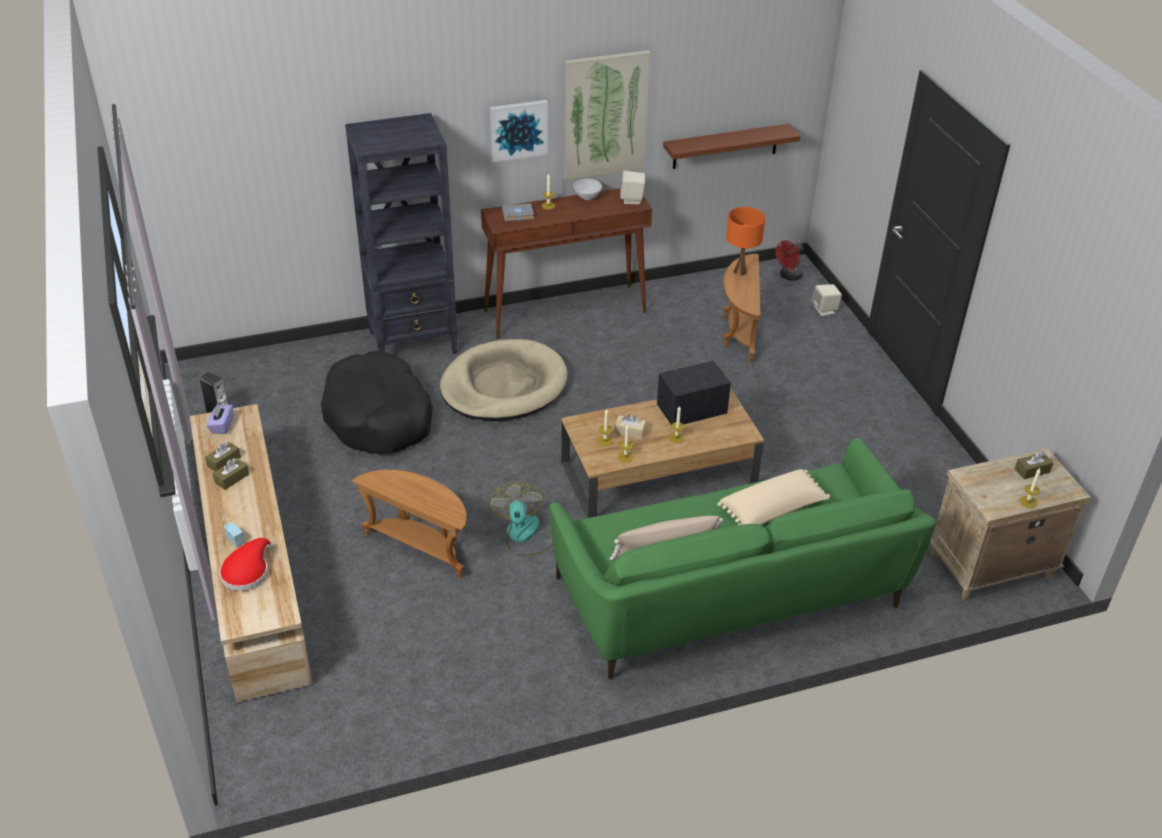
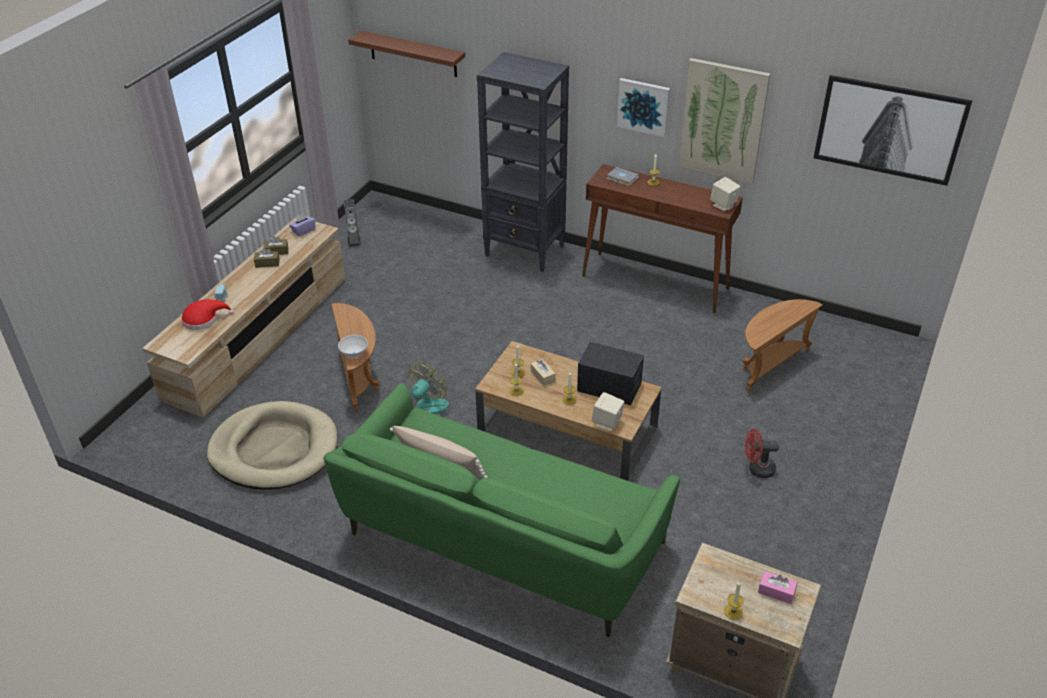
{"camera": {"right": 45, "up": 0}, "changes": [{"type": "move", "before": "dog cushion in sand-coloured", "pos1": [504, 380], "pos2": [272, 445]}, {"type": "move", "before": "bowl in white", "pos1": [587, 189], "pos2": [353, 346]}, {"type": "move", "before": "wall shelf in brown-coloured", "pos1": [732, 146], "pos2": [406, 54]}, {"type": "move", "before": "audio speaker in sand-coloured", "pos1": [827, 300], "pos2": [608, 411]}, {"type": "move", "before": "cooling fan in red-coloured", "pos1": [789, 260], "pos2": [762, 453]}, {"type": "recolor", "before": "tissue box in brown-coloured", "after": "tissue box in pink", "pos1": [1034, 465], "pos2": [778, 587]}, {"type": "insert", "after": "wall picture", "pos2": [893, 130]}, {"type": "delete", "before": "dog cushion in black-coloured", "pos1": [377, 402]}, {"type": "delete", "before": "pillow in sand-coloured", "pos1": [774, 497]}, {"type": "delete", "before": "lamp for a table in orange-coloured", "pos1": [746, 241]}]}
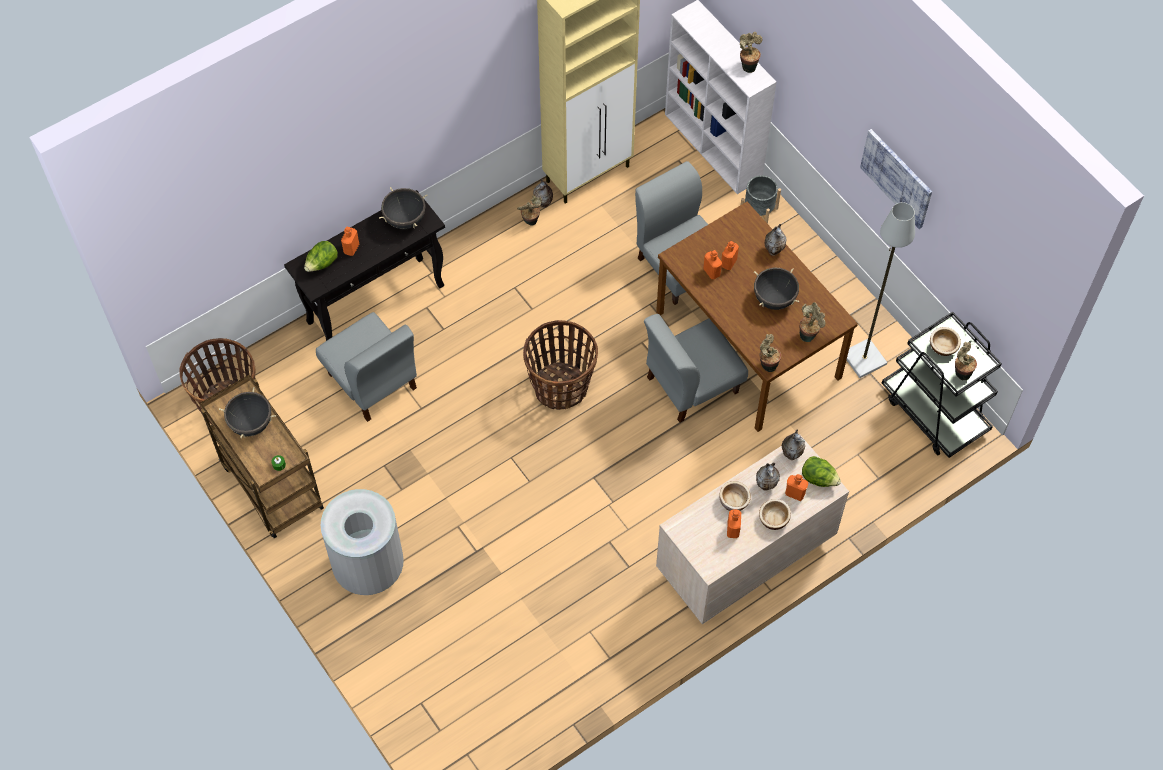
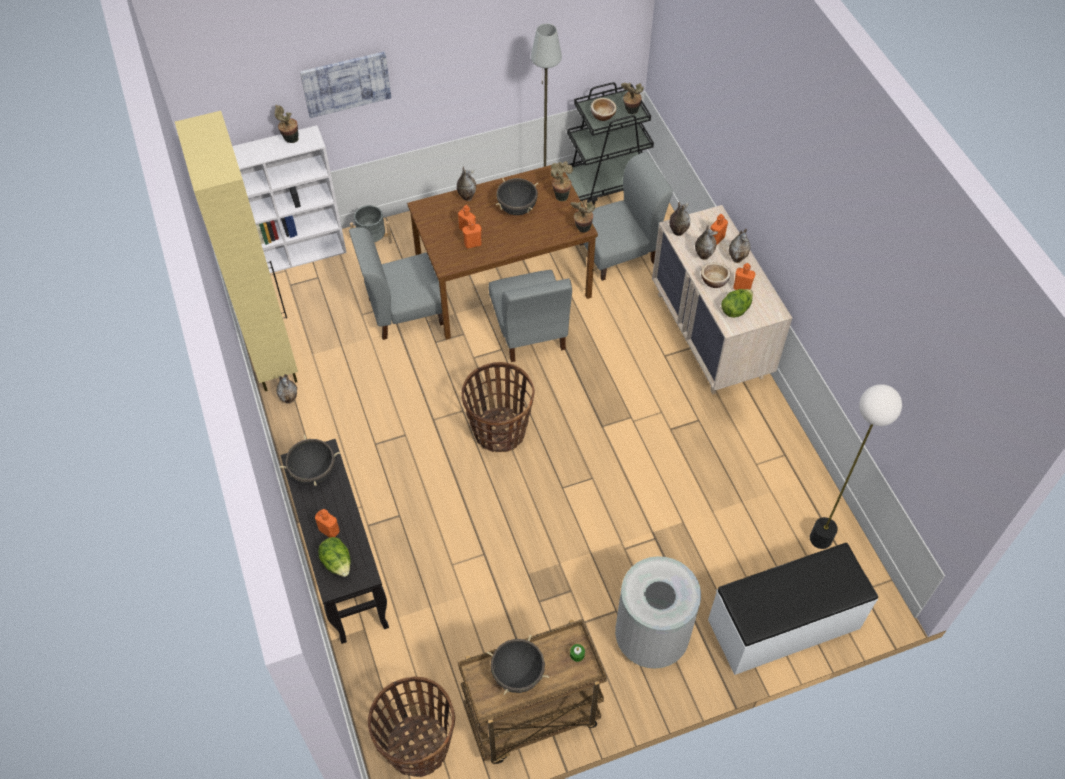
{"camera": {"right": -75, "up": -5}, "changes": [{"type": "move", "before": "wall picture", "pos1": [896, 179], "pos2": [345, 84]}, {"type": "move", "before": "chair in grey", "pos1": [366, 367], "pos2": [626, 216]}, {"type": "insert", "after": "long seat in white", "pos2": [793, 609]}, {"type": "move", "before": "lettuce", "pos1": [821, 471], "pos2": [737, 303]}, {"type": "replace", "before": "bowl", "after": "vase", "pos1": [775, 514], "pos2": [740, 246]}, {"type": "insert", "after": "standing lamp", "pos2": [856, 466]}, {"type": "delete", "before": "plant in a pot", "pos1": [529, 210]}]}
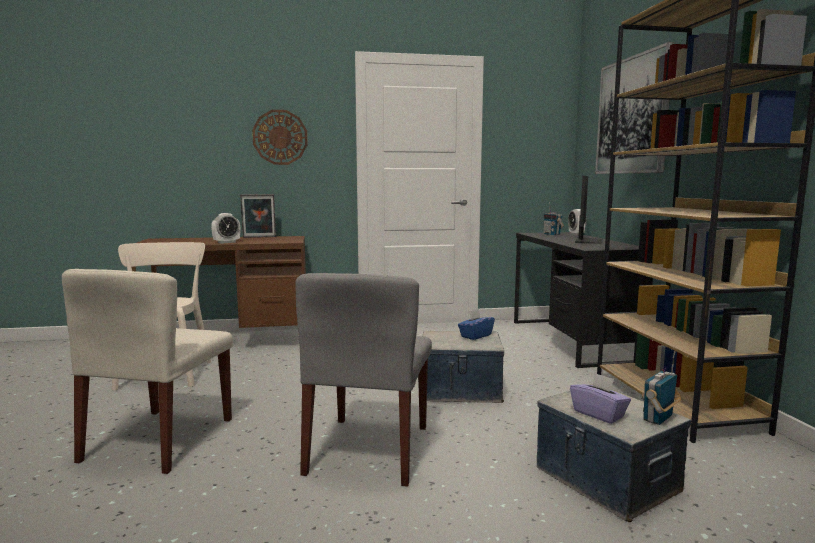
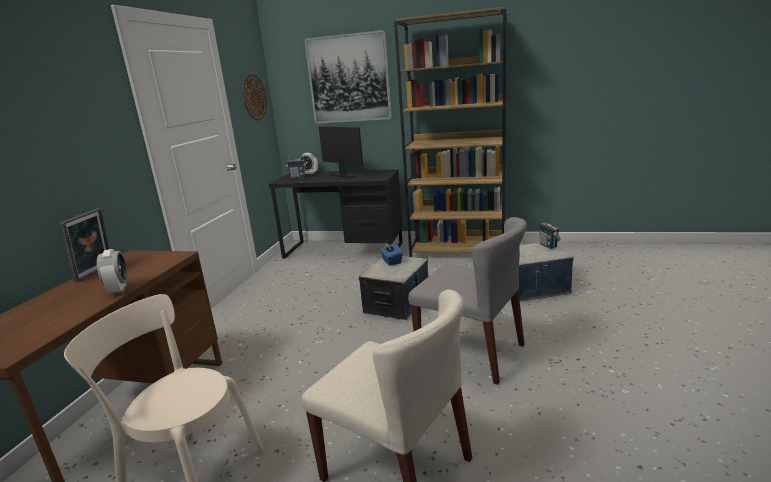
{"camera": {"right": -65, "up": 10}, "changes": [{"type": "move", "before": "hanging clock", "pos1": [280, 137], "pos2": [255, 97]}, {"type": "delete", "before": "tissue box in purplish", "pos1": [600, 398]}]}
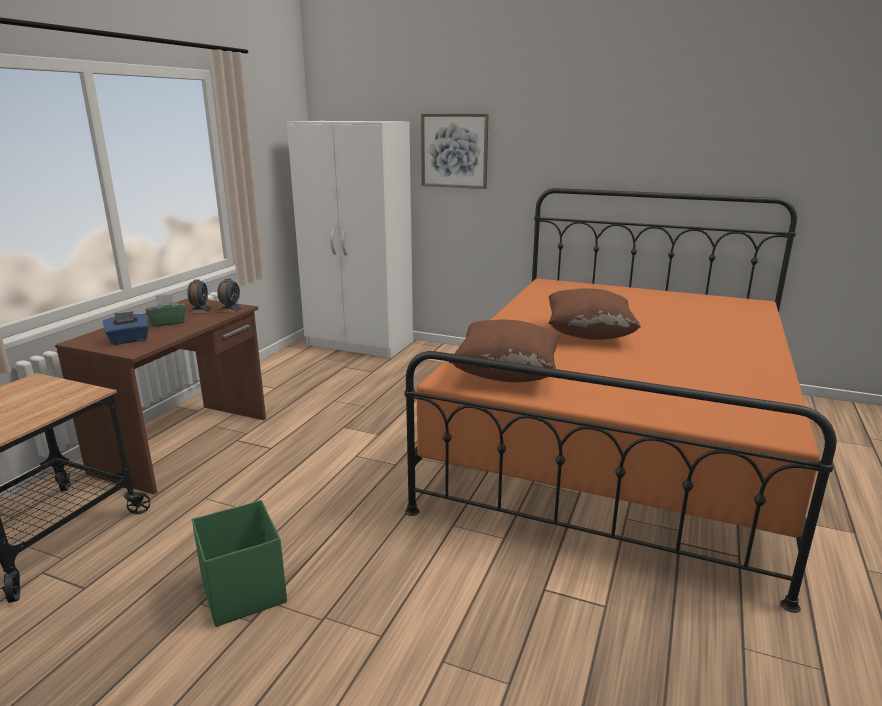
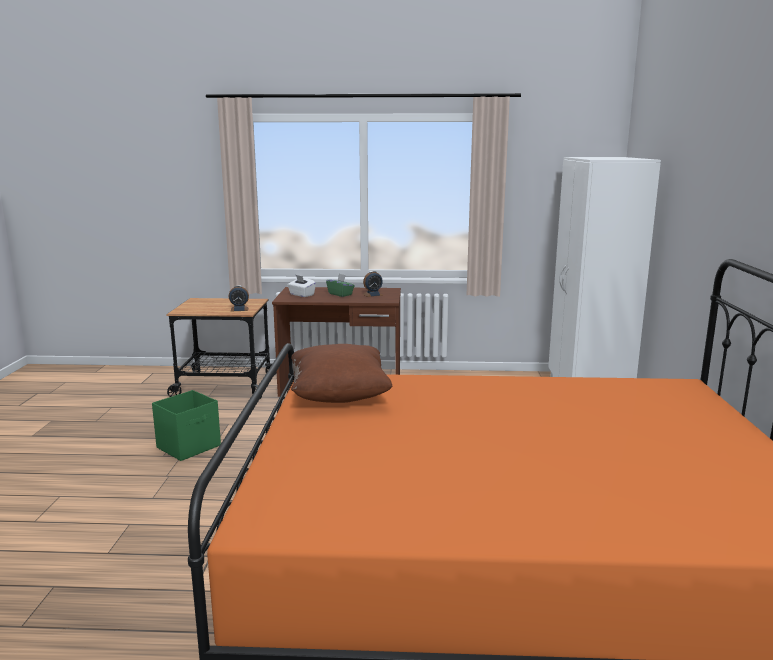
{"camera": {"right": 70, "up": -5}, "changes": [{"type": "move", "before": "bedside clock", "pos1": [230, 296], "pos2": [239, 298]}, {"type": "recolor", "before": "tissue box in blue-coloured", "after": "tissue box in white", "pos1": [126, 328], "pos2": [301, 286]}, {"type": "delete", "before": "wall picture", "pos1": [455, 151]}, {"type": "delete", "before": "pillow in brown-coloured", "pos1": [594, 314]}]}
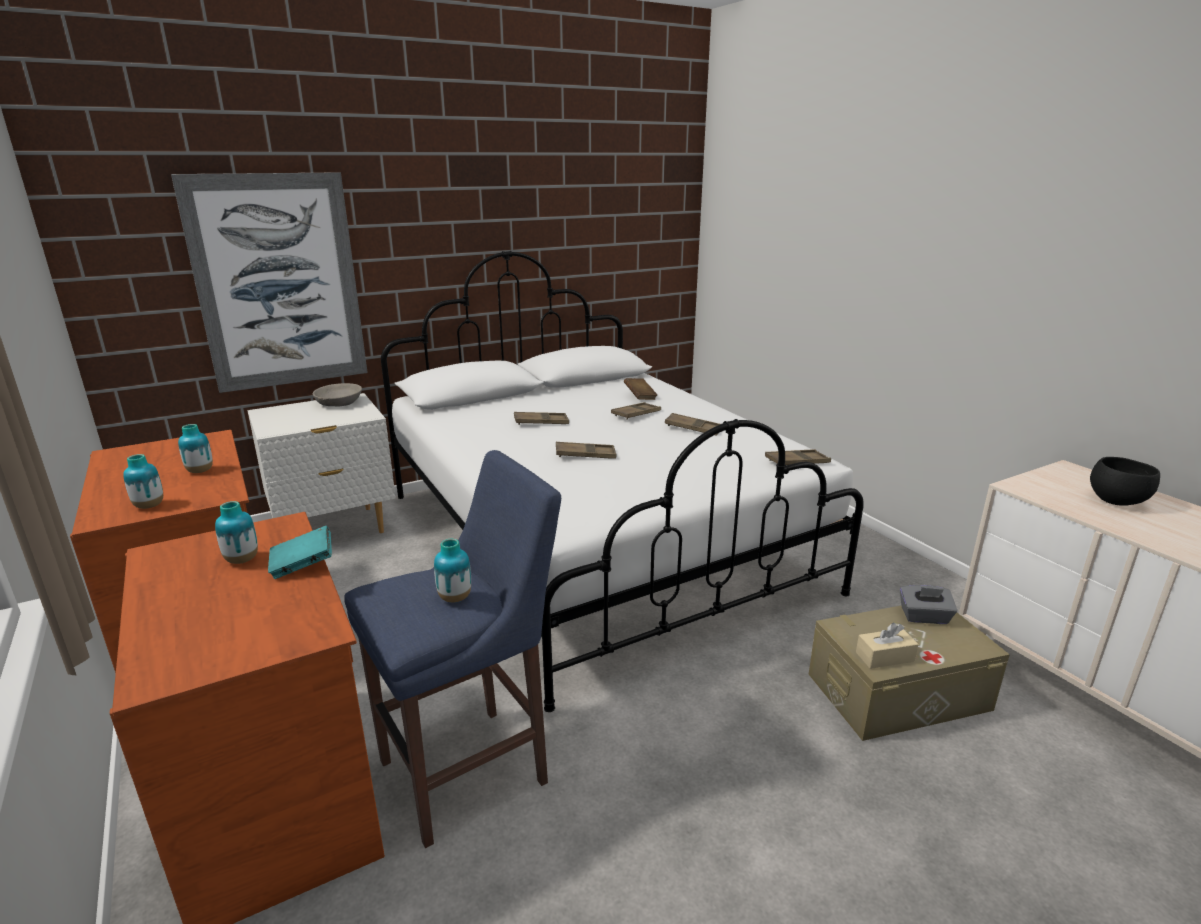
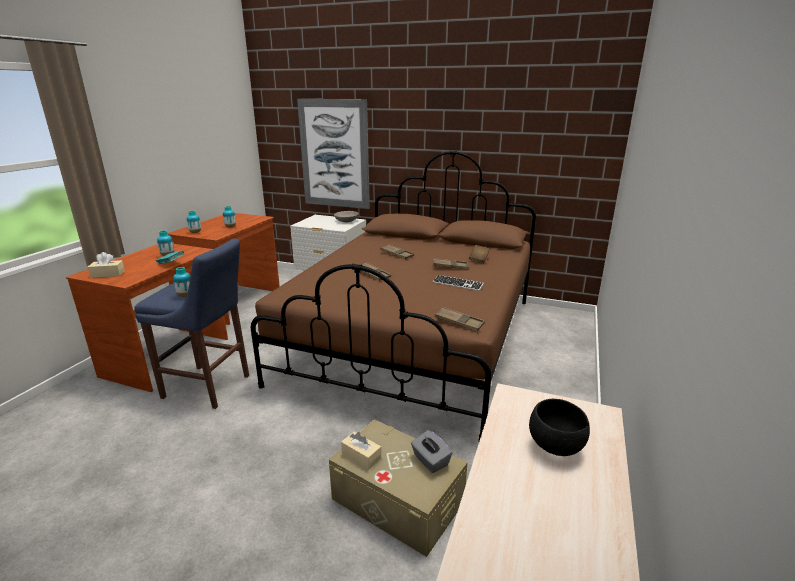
{"camera": {"right": 50, "up": 0}, "changes": [{"type": "insert", "after": "tissue box in sand-coloured", "pos2": [106, 265]}, {"type": "recolor", "before": "bed in white", "after": "bed in brown-coloured", "pos1": [622, 481], "pos2": [393, 296]}, {"type": "replace", "before": "carrying tray in brown-coloured", "after": "keyboard", "pos1": [692, 424], "pos2": [458, 283]}]}
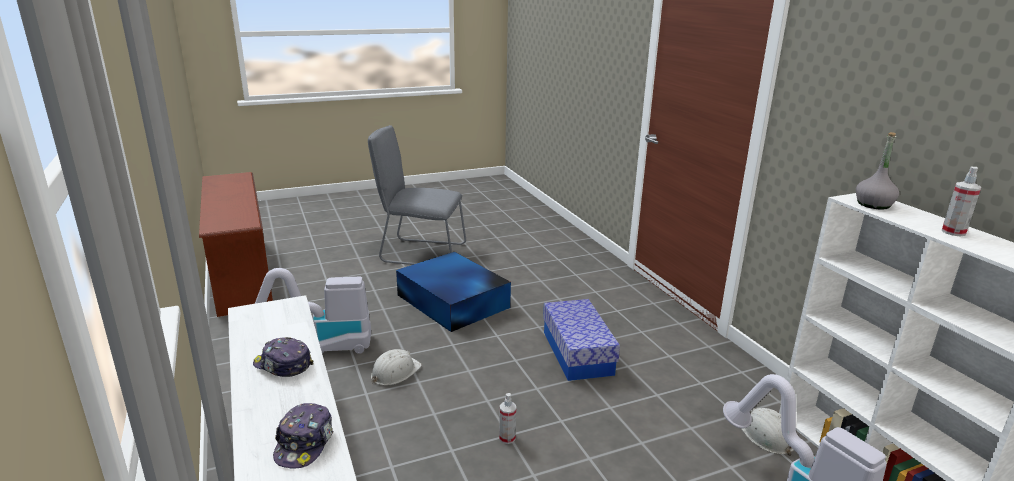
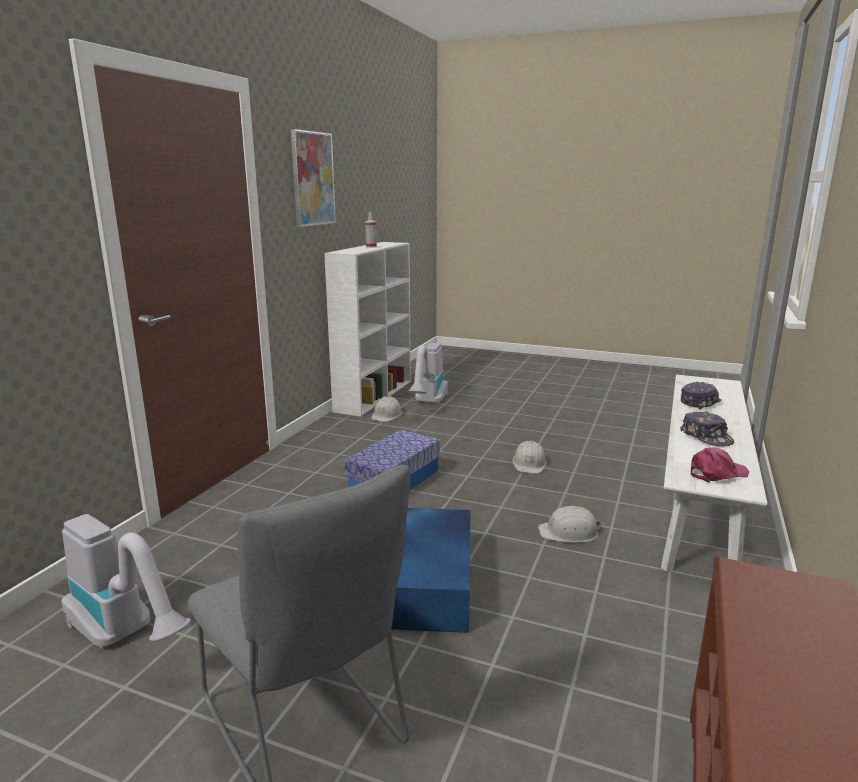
{"camera": {"right": -135, "up": -5}, "changes": [{"type": "move", "before": "hoover", "pos1": [313, 311], "pos2": [126, 581]}, {"type": "insert", "after": "wall picture", "pos2": [313, 178]}, {"type": "replace", "before": "hand sprayer", "after": "safety helmet in white", "pos1": [507, 418], "pos2": [530, 457]}, {"type": "insert", "after": "peaked cap in pink", "pos2": [720, 465]}, {"type": "delete", "before": "beverage bottle in grey", "pos1": [877, 170]}]}
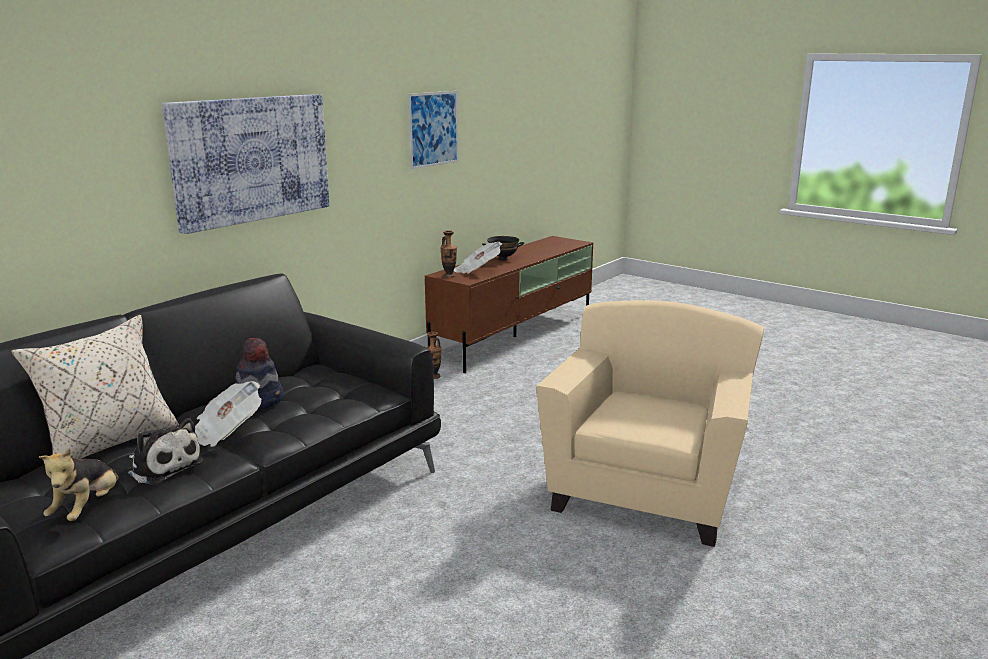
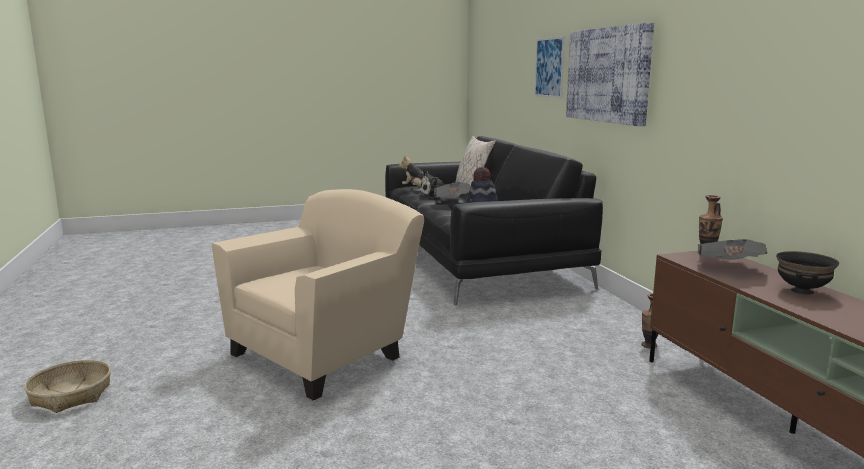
{"camera": {"right": 125, "up": -5}, "changes": [{"type": "insert", "after": "basket", "pos2": [67, 386]}, {"type": "rotate", "before": "armchair in sand-coloured", "pos1": [650, 423], "pos2": [318, 294], "turn": -105}, {"type": "move", "before": "wall picture", "pos1": [433, 130], "pos2": [549, 67]}]}
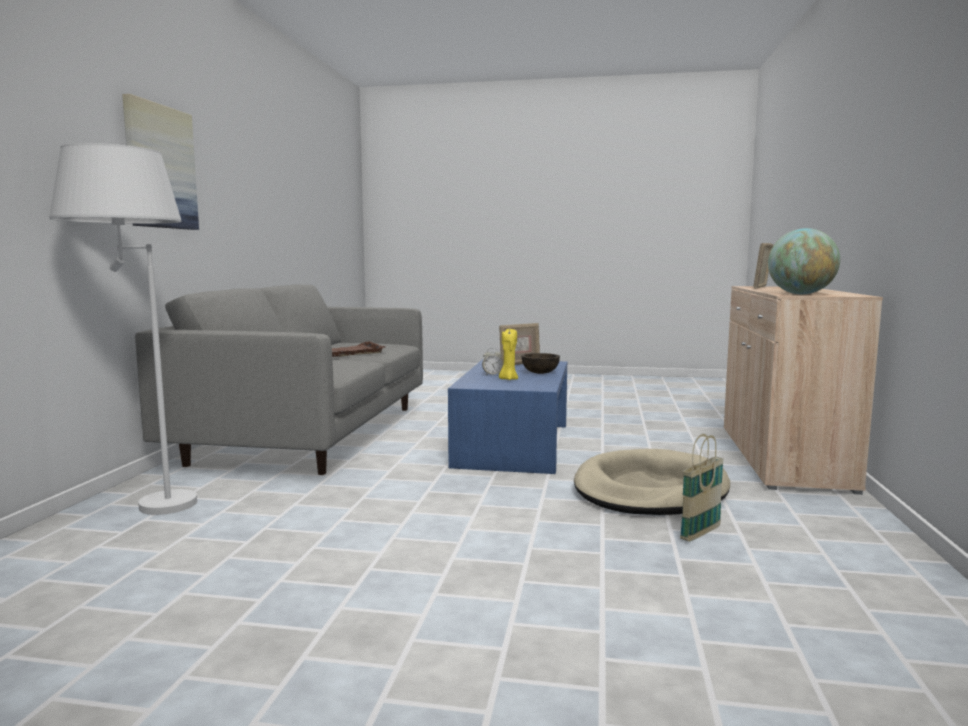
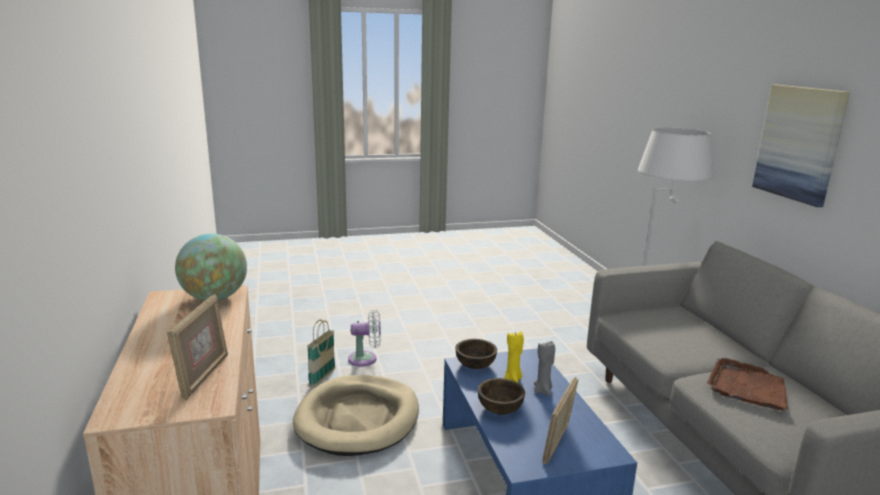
{"camera": {"right": 155, "up": 10}, "changes": [{"type": "insert", "after": "cooling fan in white", "pos2": [364, 337]}, {"type": "insert", "after": "bowl in brown-coloured", "pos2": [476, 354]}, {"type": "replace", "before": "bedside clock", "after": "wax light in grey", "pos1": [492, 361], "pos2": [544, 368]}]}
